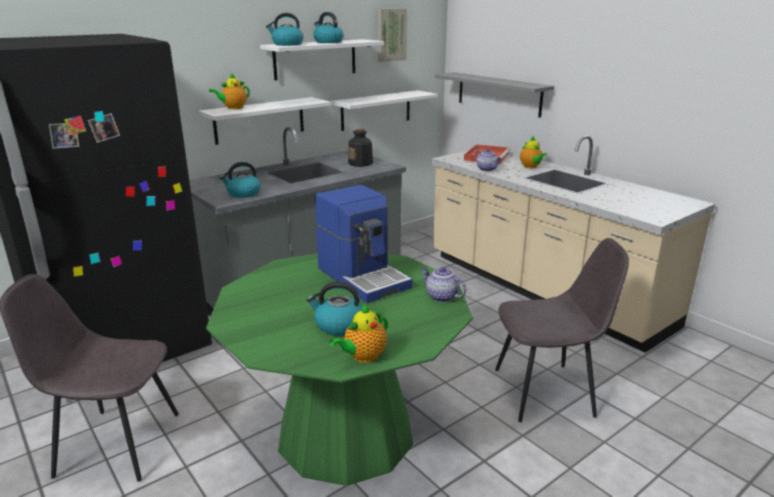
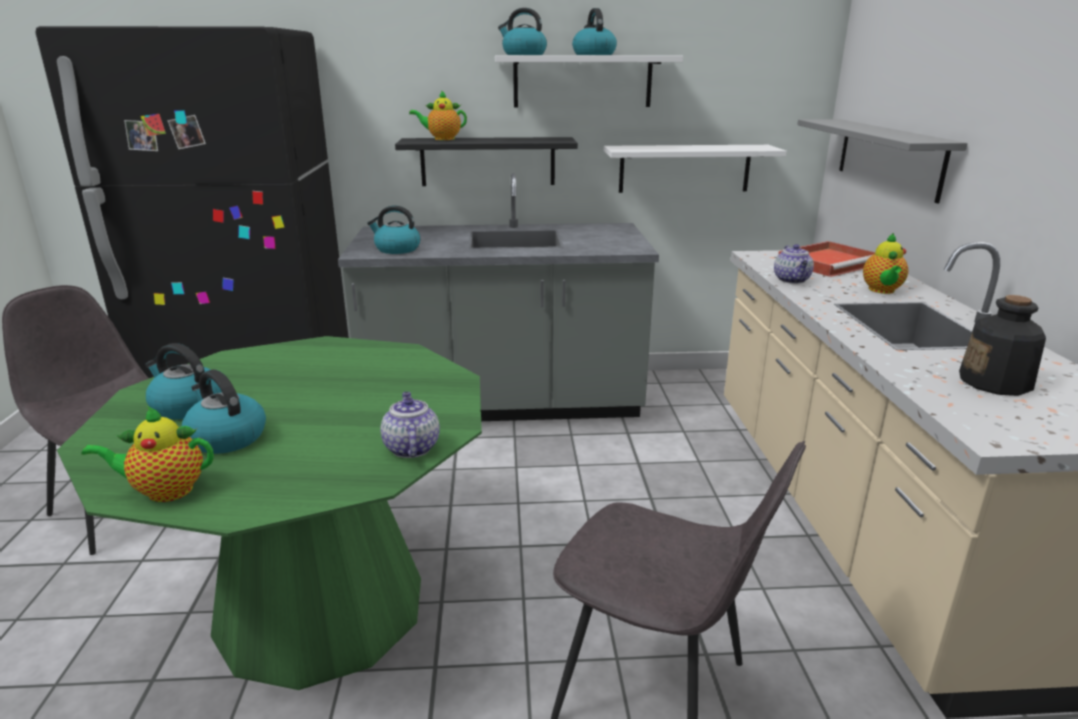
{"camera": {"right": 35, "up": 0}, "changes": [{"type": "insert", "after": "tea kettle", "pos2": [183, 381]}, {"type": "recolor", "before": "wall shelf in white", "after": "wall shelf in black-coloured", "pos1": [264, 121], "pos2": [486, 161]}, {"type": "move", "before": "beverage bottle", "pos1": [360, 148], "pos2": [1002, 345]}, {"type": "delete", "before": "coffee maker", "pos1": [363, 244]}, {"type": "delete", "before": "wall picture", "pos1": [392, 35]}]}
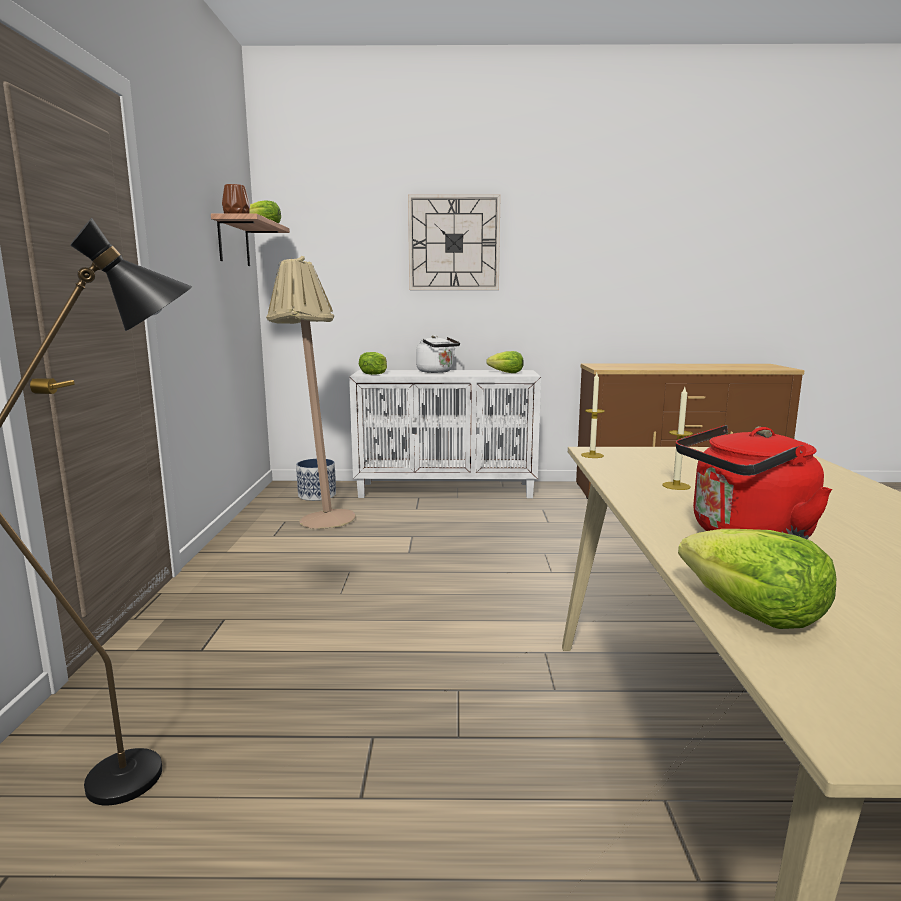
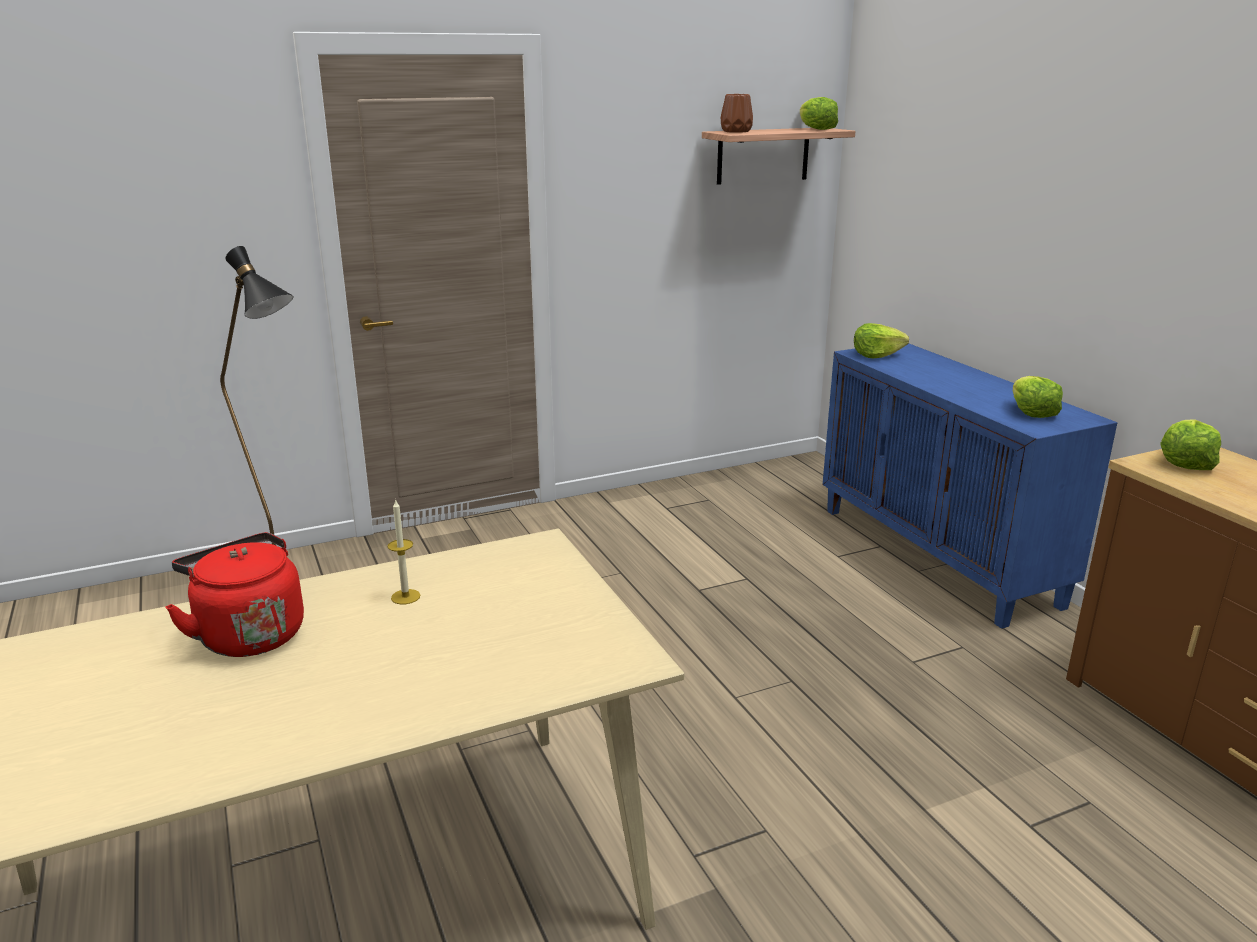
{"camera": {"right": 65, "up": 10}, "changes": [{"type": "recolor", "before": "storage cabinet in white", "after": "storage cabinet in blue-coloured", "pos1": [445, 434], "pos2": [970, 486]}, {"type": "move", "before": "lettuce", "pos1": [757, 579], "pos2": [1190, 445]}, {"type": "delete", "before": "standing lamp in sand-coloured", "pos1": [310, 392]}, {"type": "delete", "before": "plant pot", "pos1": [316, 480]}, {"type": "delete", "before": "hanging clock", "pos1": [454, 242]}, {"type": "delete", "before": "tea kettle in white", "pos1": [438, 354]}, {"type": "delete", "before": "wax light", "pos1": [593, 415]}]}
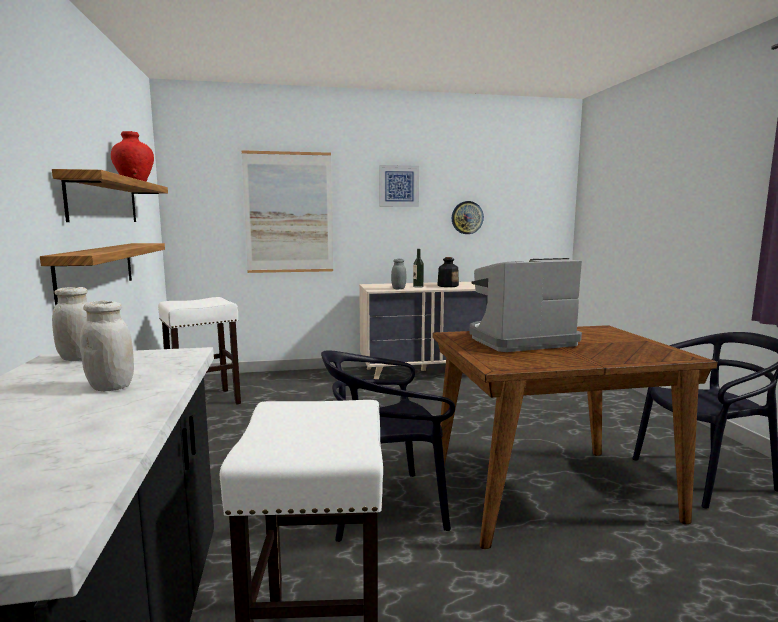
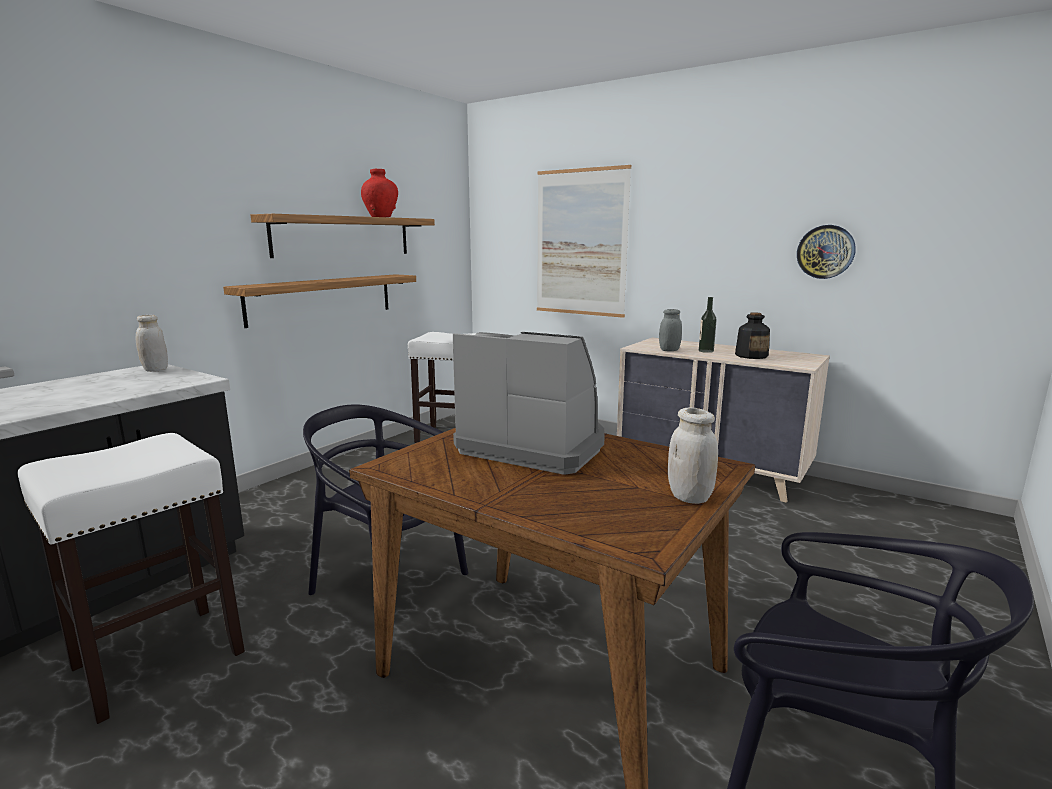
{"camera": {"right": 45, "up": 5}, "changes": [{"type": "move", "before": "preserve jar in white", "pos1": [107, 346], "pos2": [693, 456]}, {"type": "delete", "before": "wall picture", "pos1": [399, 186]}]}
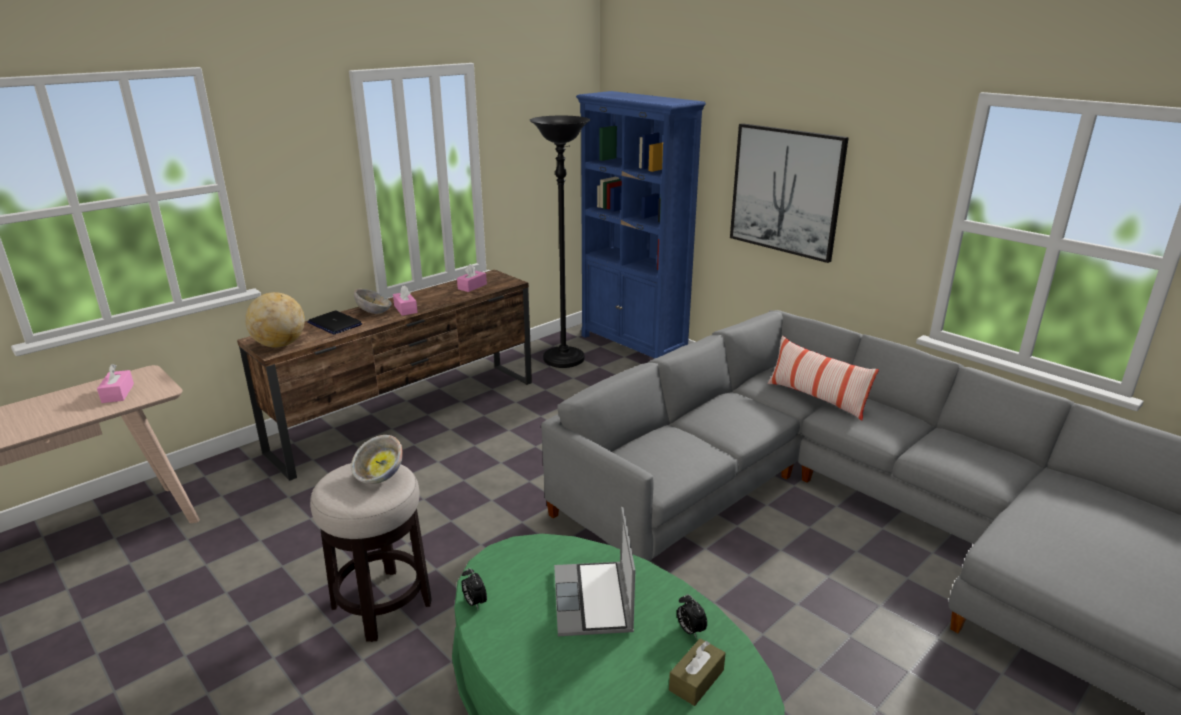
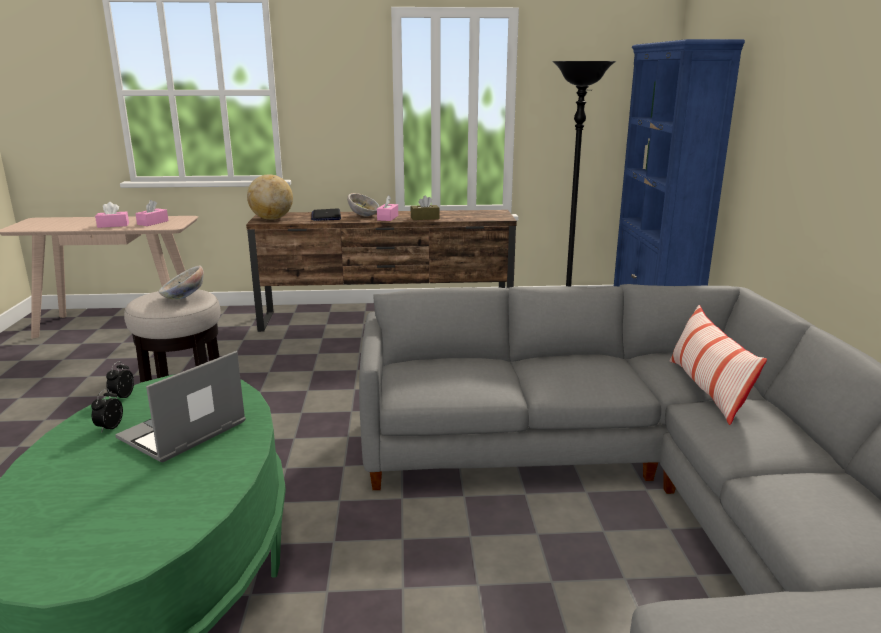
{"camera": {"right": 40, "up": -5}, "changes": [{"type": "move", "before": "bedside clock", "pos1": [692, 615], "pos2": [107, 410]}, {"type": "move", "before": "tissue box in pink", "pos1": [472, 278], "pos2": [112, 215]}, {"type": "move", "before": "tissue box in brown-coloured", "pos1": [697, 672], "pos2": [425, 208]}, {"type": "delete", "before": "wall picture", "pos1": [789, 193]}]}
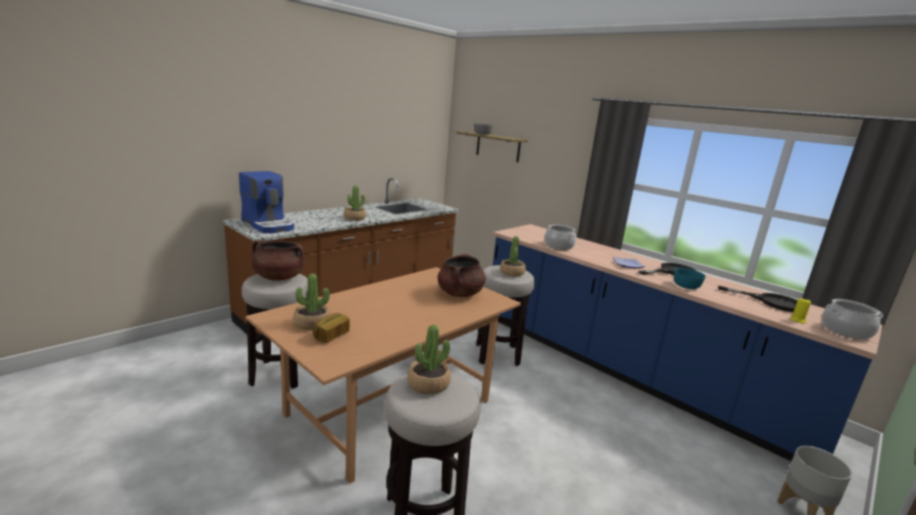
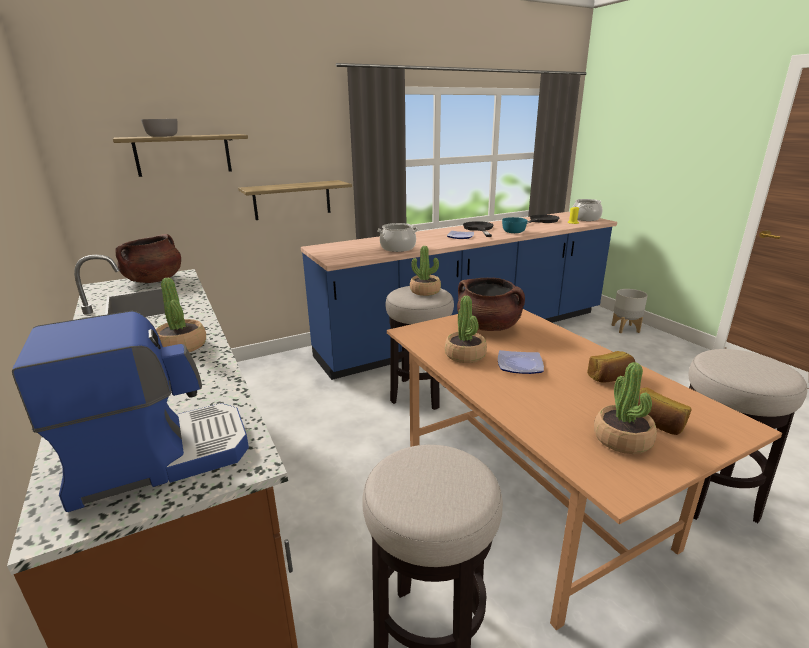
{"camera": {"right": -70, "up": 5}, "changes": [{"type": "move", "before": "cooking pot in brown-coloured", "pos1": [278, 260], "pos2": [148, 258]}, {"type": "insert", "after": "wall shelf", "pos2": [295, 200]}, {"type": "move", "before": "plant in a pot", "pos1": [429, 359], "pos2": [466, 329]}, {"type": "insert", "after": "plate", "pos2": [521, 362]}, {"type": "insert", "after": "bread", "pos2": [611, 367]}]}
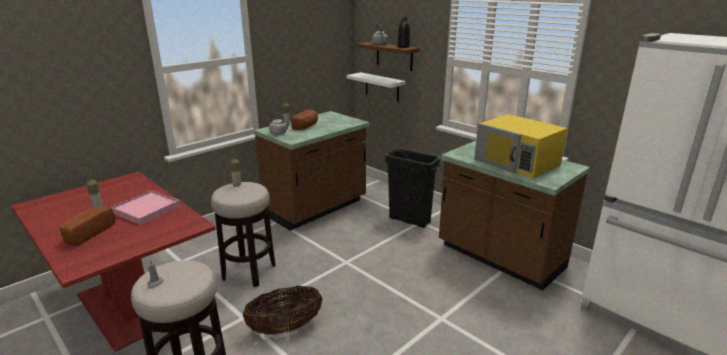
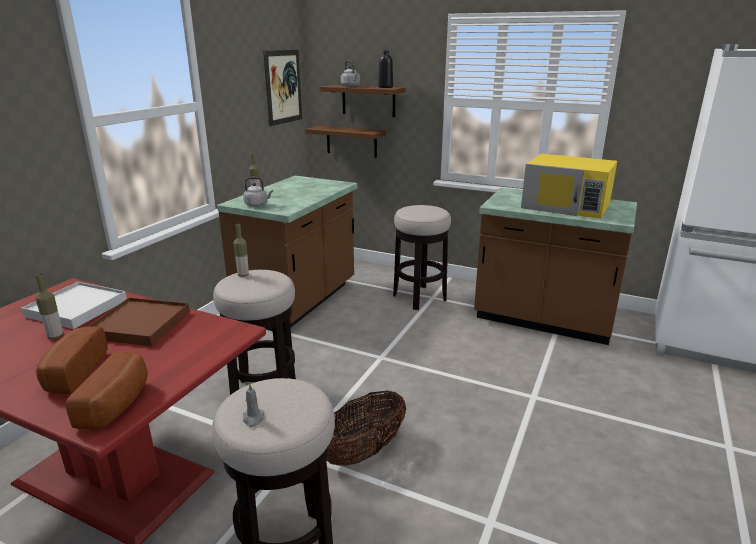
{"camera": {"right": -20, "up": 0}, "changes": [{"type": "insert", "after": "carrying tray in white", "pos2": [74, 305]}, {"type": "move", "before": "bread", "pos1": [304, 120], "pos2": [107, 390]}, {"type": "recolor", "before": "carrying tray in pink", "after": "carrying tray in brown-coloured", "pos1": [145, 207], "pos2": [138, 322]}, {"type": "insert", "after": "wall picture", "pos2": [282, 88]}, {"type": "recolor", "before": "wall shelf in white", "after": "wall shelf in brown-coloured", "pos1": [376, 87], "pos2": [345, 142]}, {"type": "replace", "before": "waste bin in black-coloured", "after": "stool", "pos1": [412, 188], "pos2": [422, 257]}]}
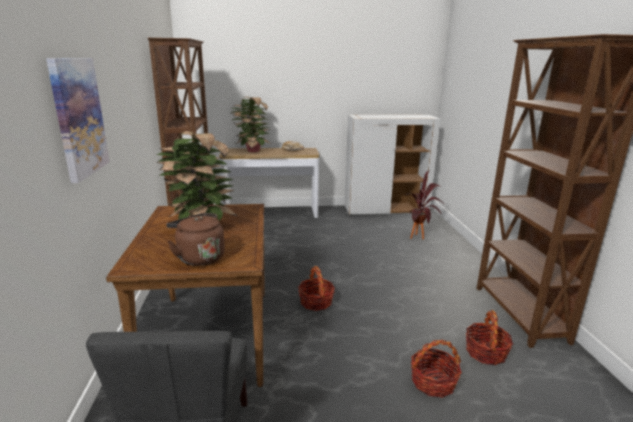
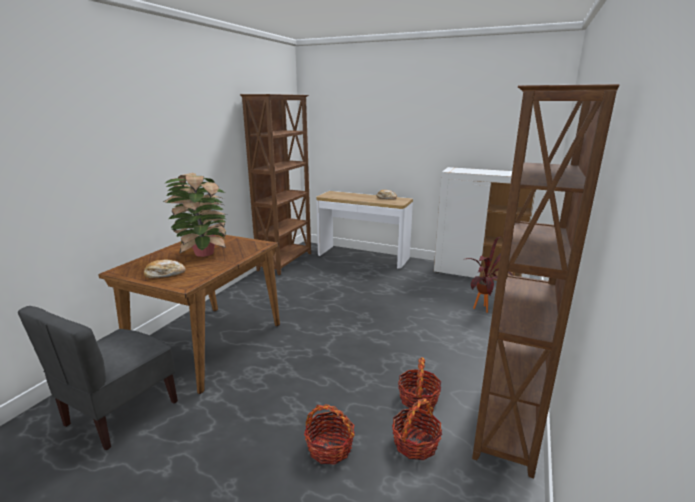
{"camera": {"right": 30, "up": 0}, "changes": [{"type": "replace", "before": "tea kettle in brown-coloured", "after": "bread", "pos1": [195, 239], "pos2": [165, 269]}, {"type": "move", "before": "basket", "pos1": [316, 288], "pos2": [419, 384]}, {"type": "delete", "before": "wall picture", "pos1": [78, 120]}, {"type": "delete", "before": "plant in a pot", "pos1": [251, 124]}]}
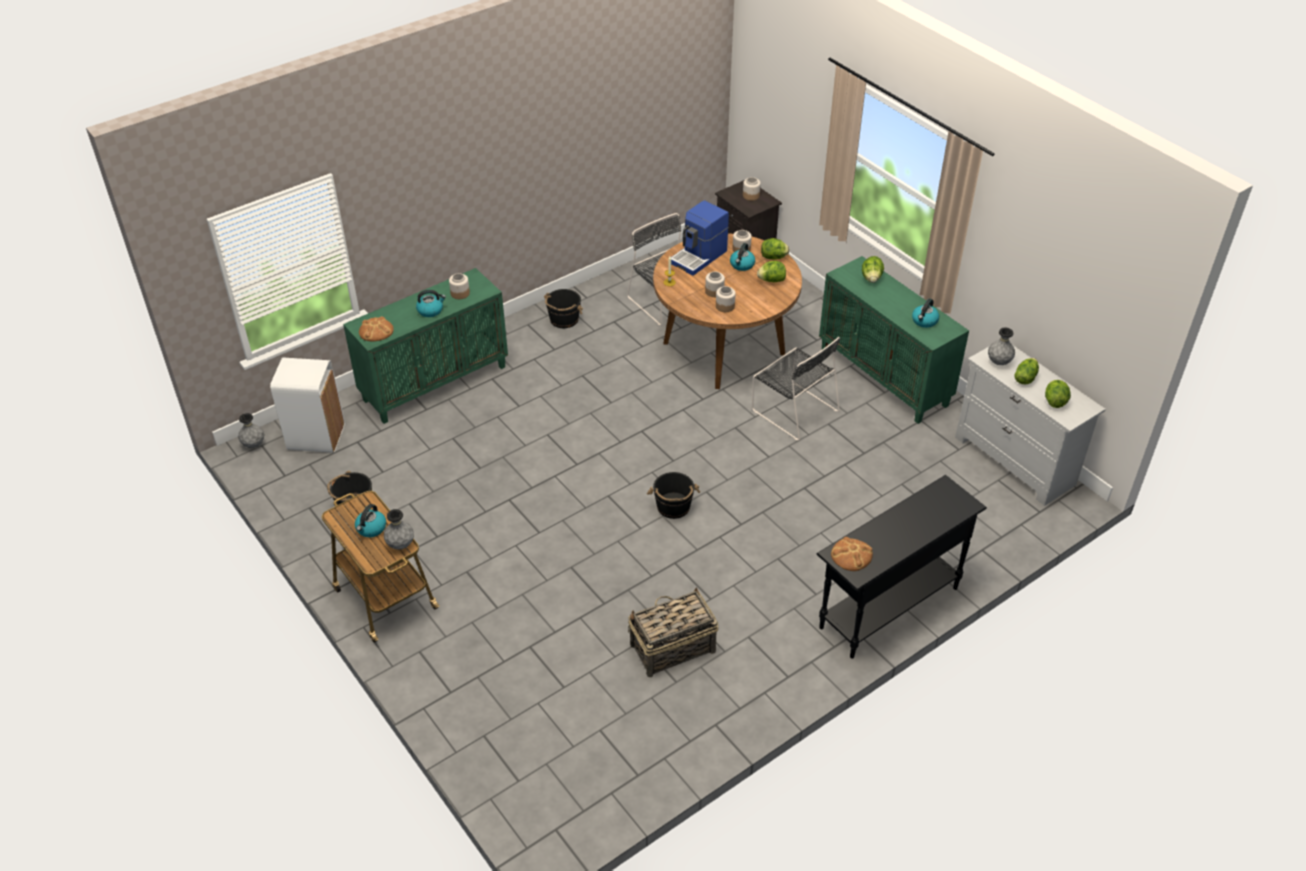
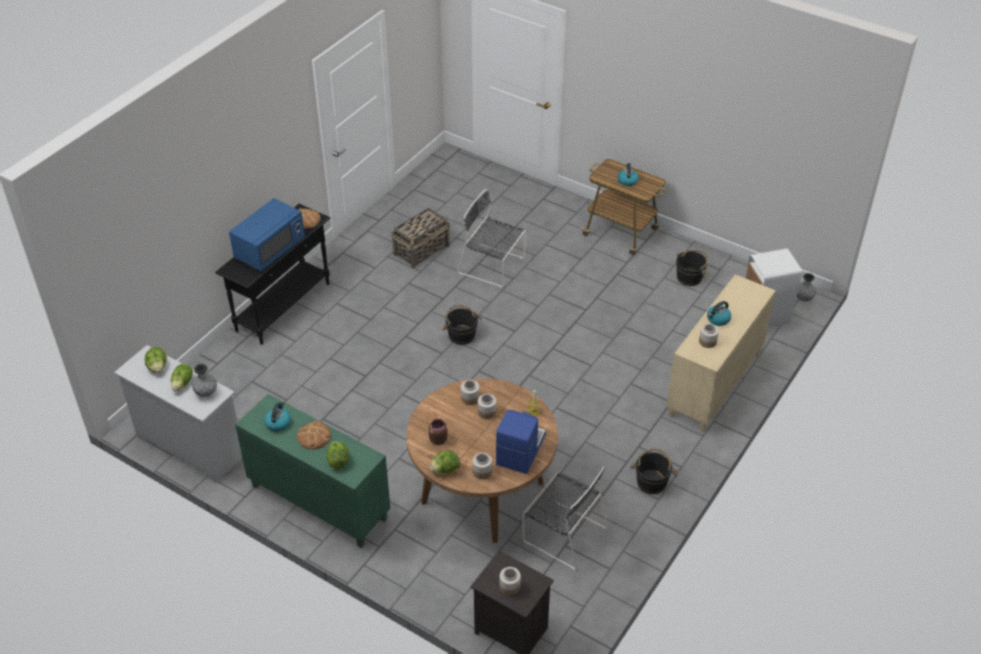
{"camera": {"right": 160, "up": 0}, "changes": [{"type": "insert", "after": "microwave oven in blue-coloured", "pos2": [267, 234]}, {"type": "move", "before": "bread", "pos1": [376, 328], "pos2": [314, 435]}, {"type": "replace", "before": "lettuce", "after": "preserve jar in brown-coloured", "pos1": [771, 271], "pos2": [438, 432]}, {"type": "move", "before": "chair in black-coloured", "pos1": [796, 389], "pos2": [491, 238]}, {"type": "recolor", "before": "storage cabinet in greenish", "after": "storage cabinet in sand-coloured", "pos1": [425, 346], "pos2": [721, 353]}, {"type": "delete", "before": "vase in grey", "pos1": [399, 529]}, {"type": "delete", "before": "tea kettle", "pos1": [742, 257]}]}
